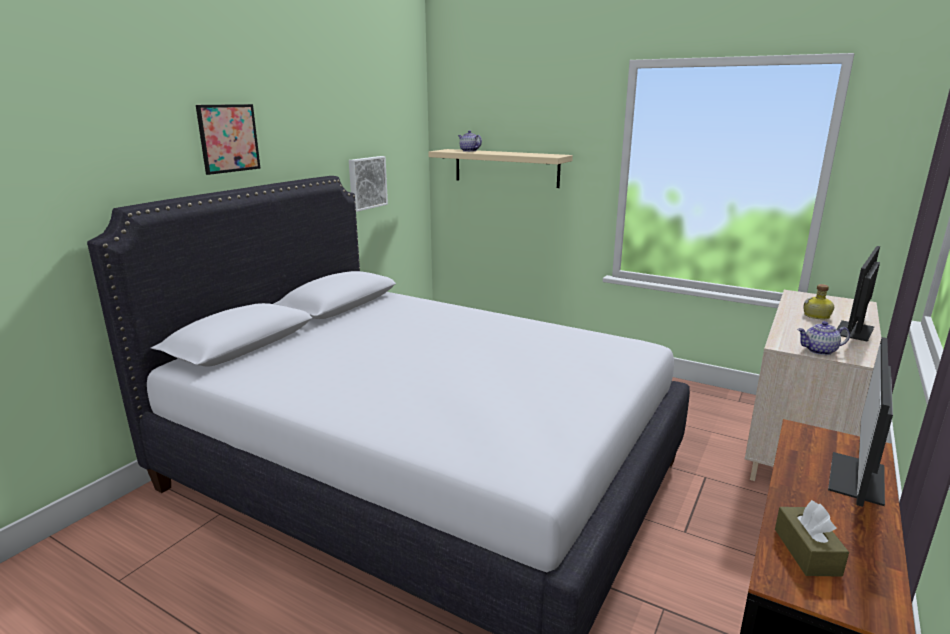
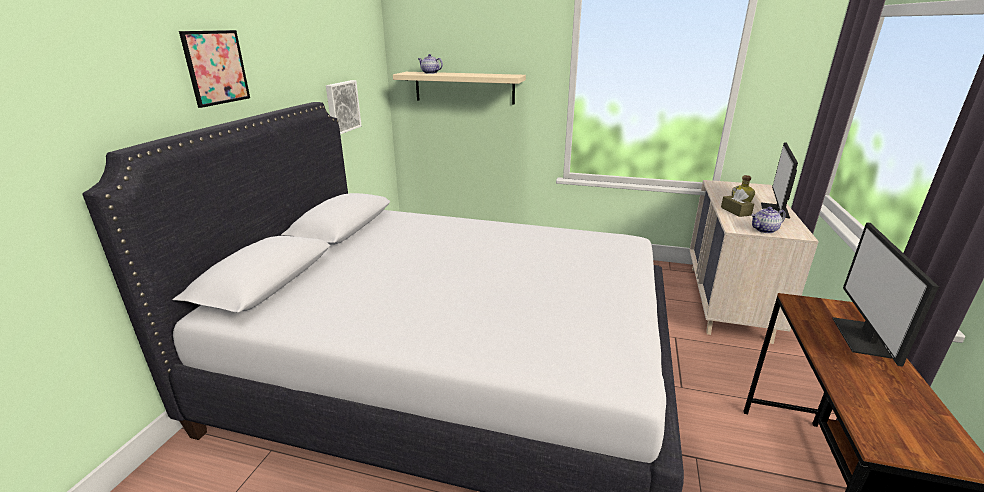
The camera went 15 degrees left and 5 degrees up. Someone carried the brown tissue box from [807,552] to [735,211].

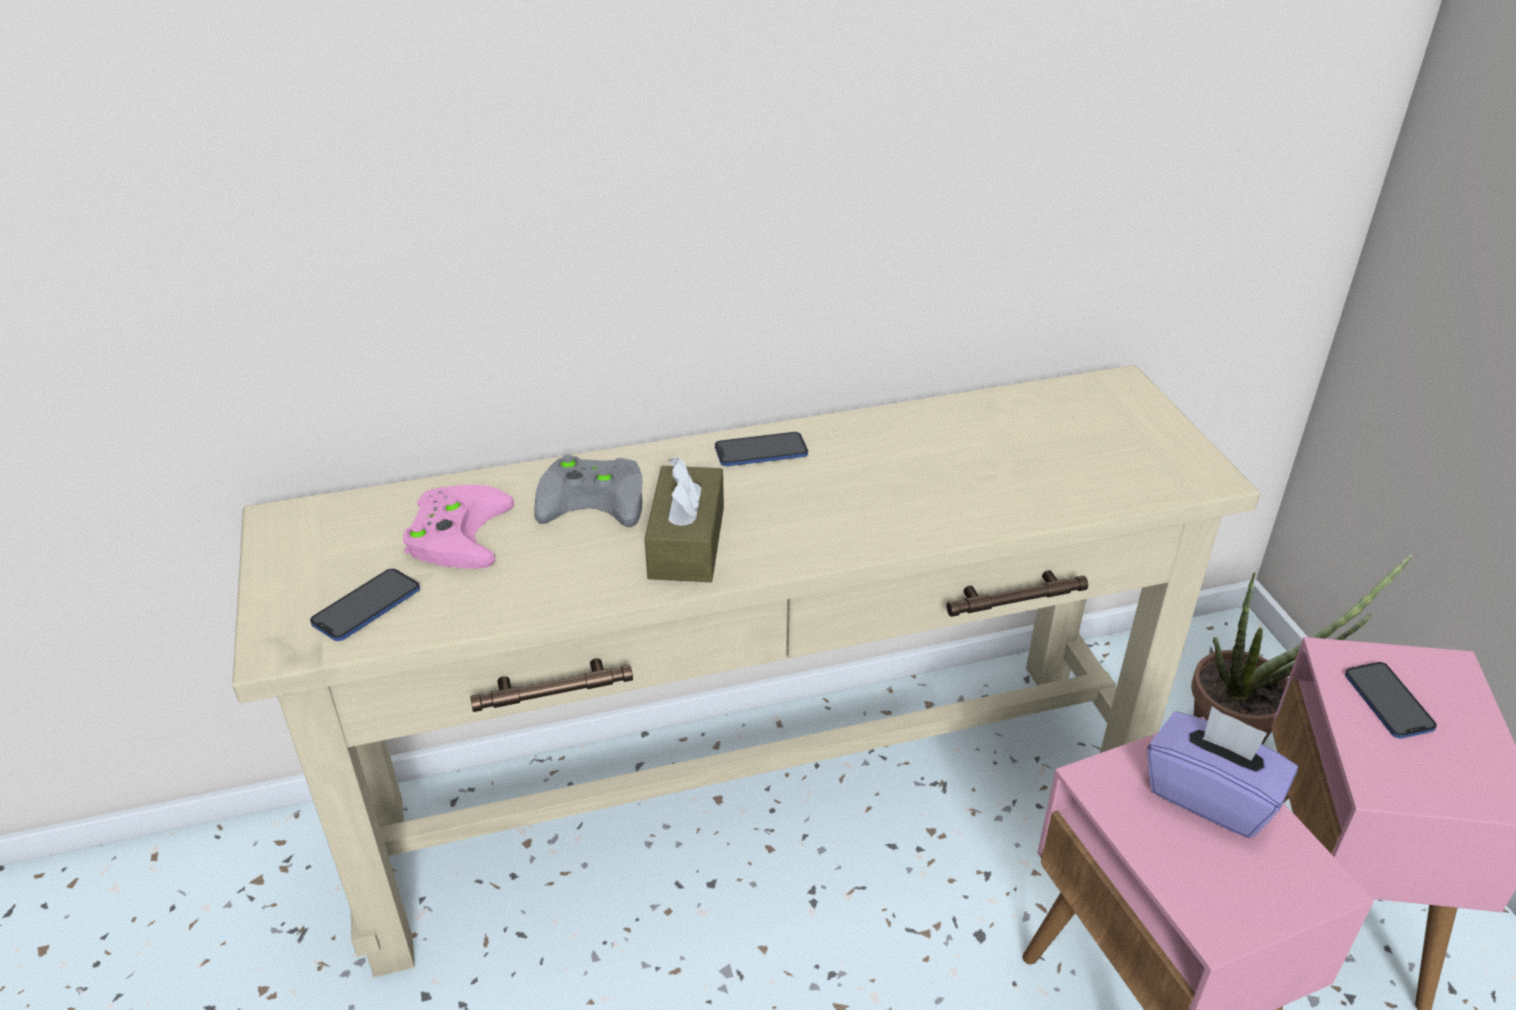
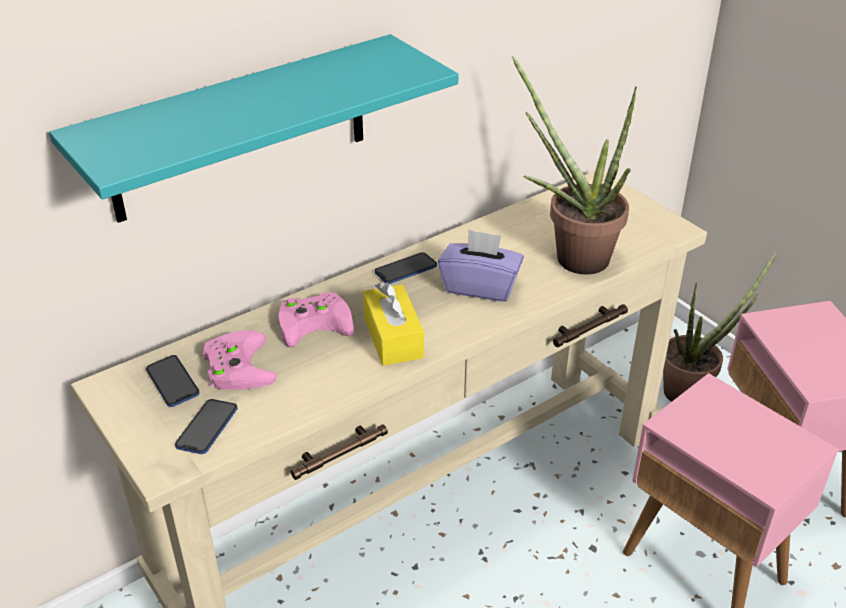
The camera went 20 degrees left and 0 degrees up. Someone put up the turquoise shelf at [240,129]. Someone carried the phone from [1388,702] to [172,382]. Someone repainted the grey game controller at [596,496], which became the pink game controller at [316,321]. Someone repainted the brown tissue box at [686,542], which became the yellow tissue box at [393,337]. Someone carried the purple tissue box from [1210,795] to [480,286]. Someone put down the potted plant at [571,255].

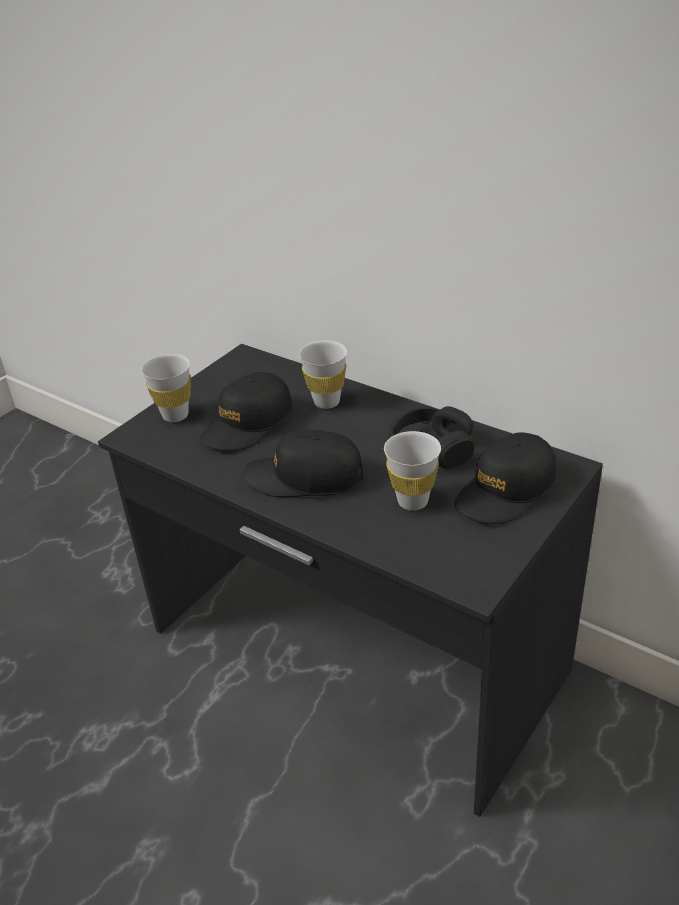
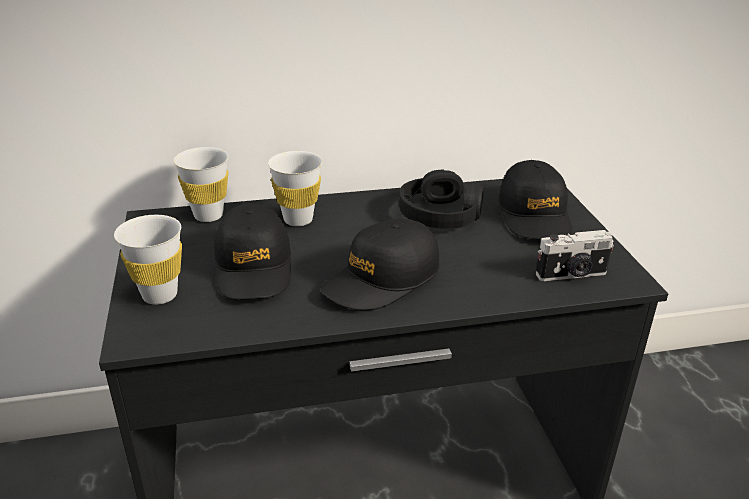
The camera went 50 degrees left and 5 degrees down. Someone carried the white cup from [413,501] to [208,215]. Someone put down the photo camera at [572,275].

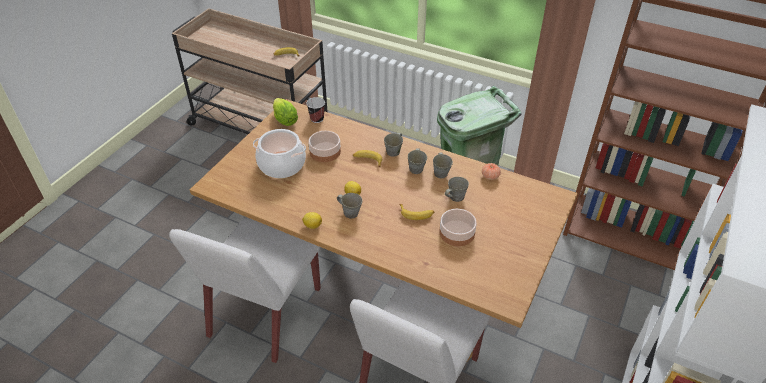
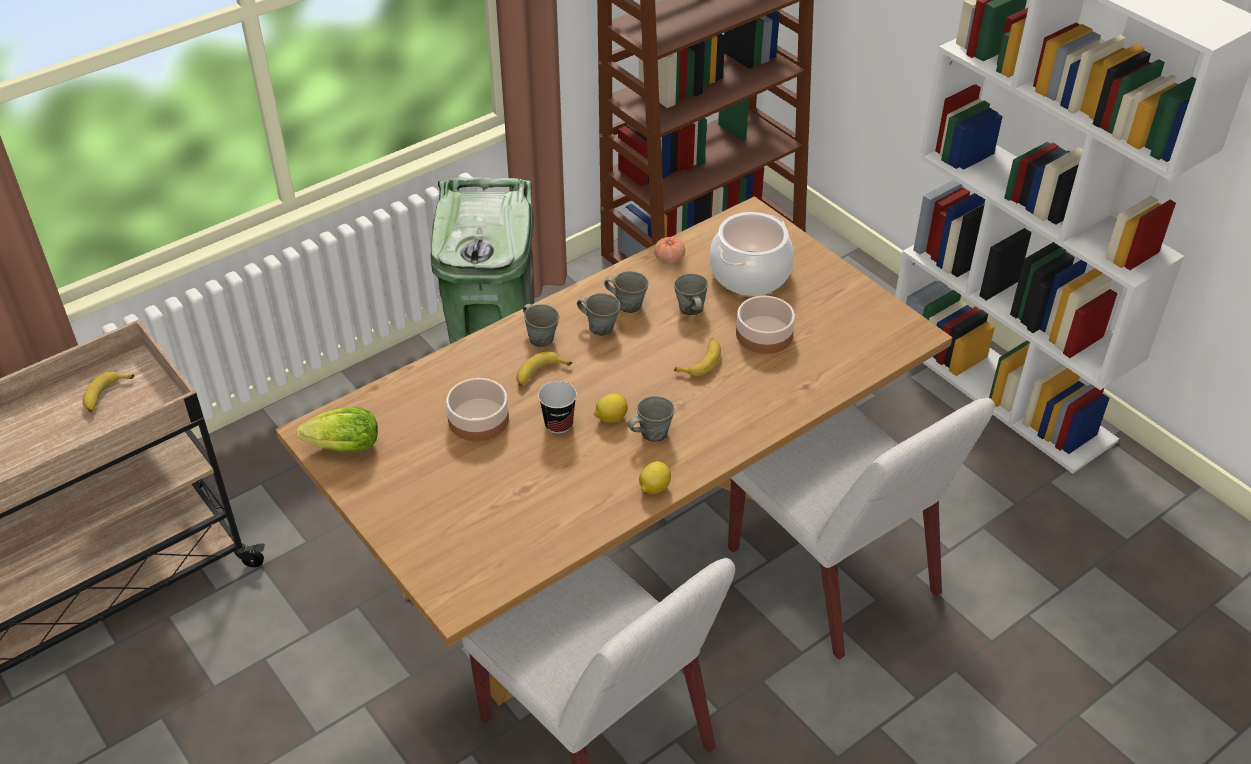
The camera went 65 degrees left and 0 degrees up. Someone carried the cup from [317,119] to [558,424]. Someone carried the cooking pot from [281,165] to [750,274].

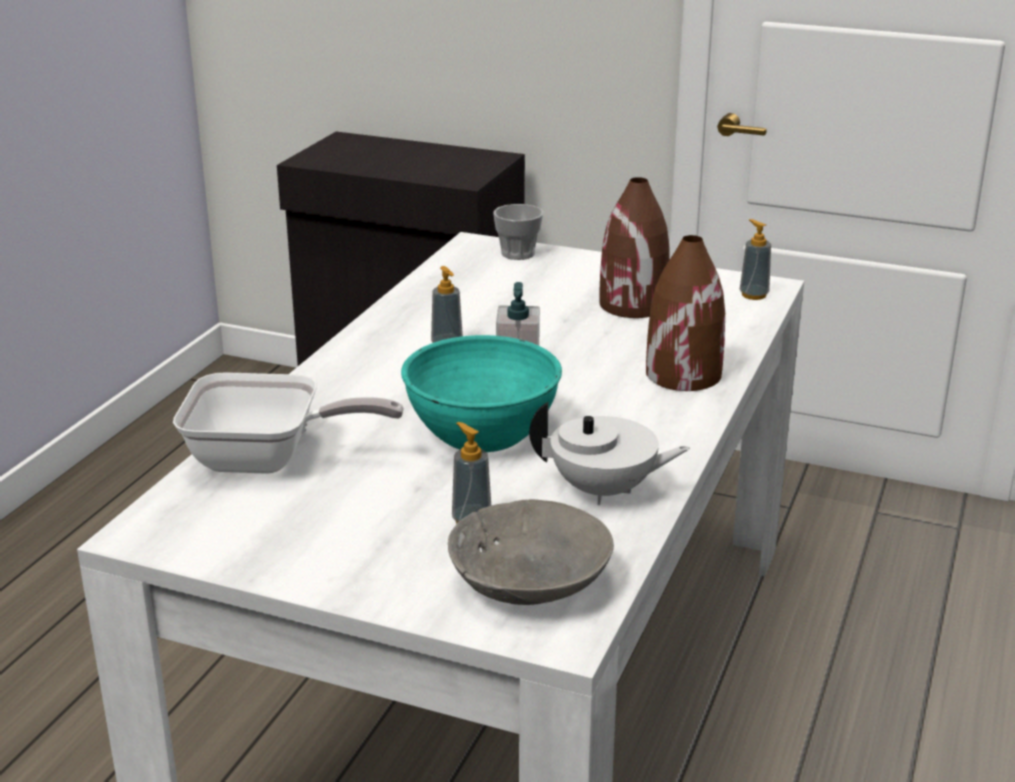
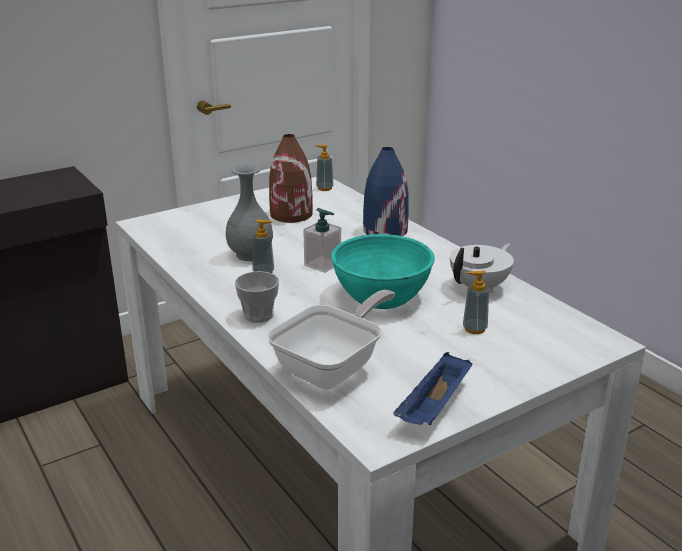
The camera went 55 degrees left and 0 degrees up. Someone put down the grey vase at [250,254]. Someone carried the cup from [518,253] to [258,315]. Someone repainted the brown vase at [683,374], which became the blue vase at [384,230]. Someone put down the blue tray at [434,407]. Someone took away the grey bowl at [531,582].

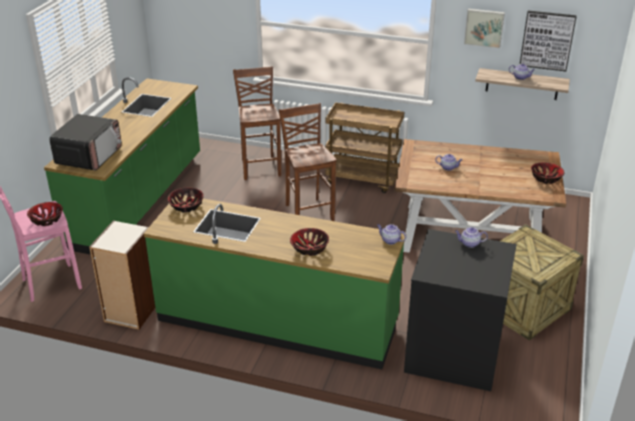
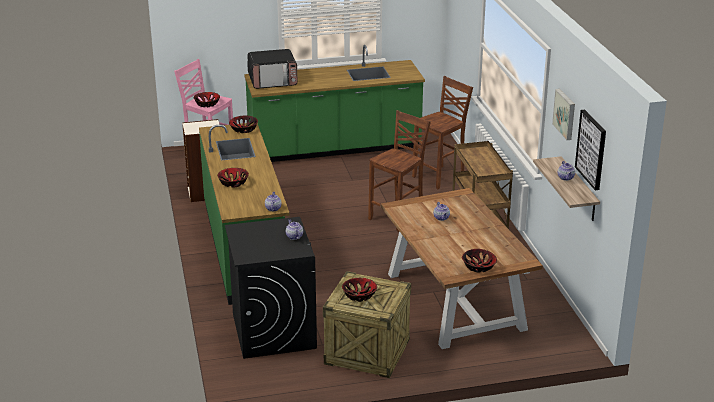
The camera went 60 degrees right and 5 degrees down. Someone put down the bowl at [359,295].

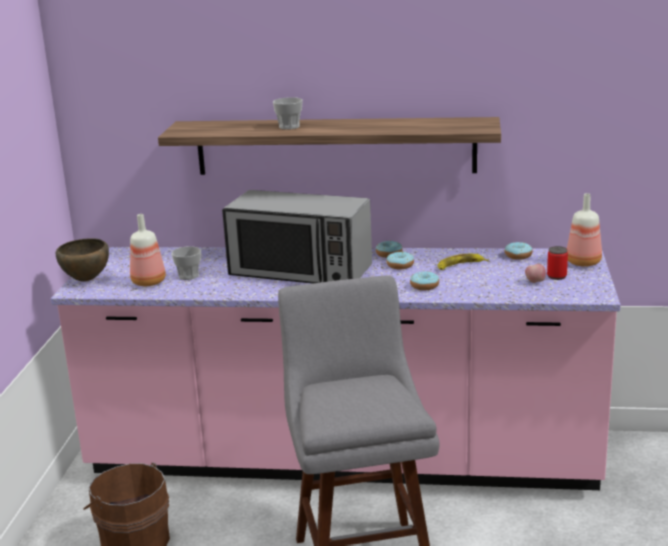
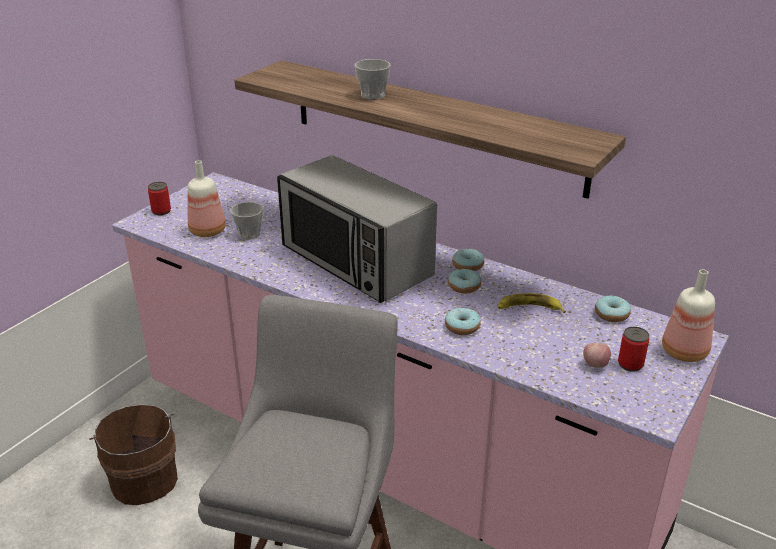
The camera went 25 degrees right and 10 degrees up. Someone swapped the brown bowl at [86,280] for the can at [161,211].

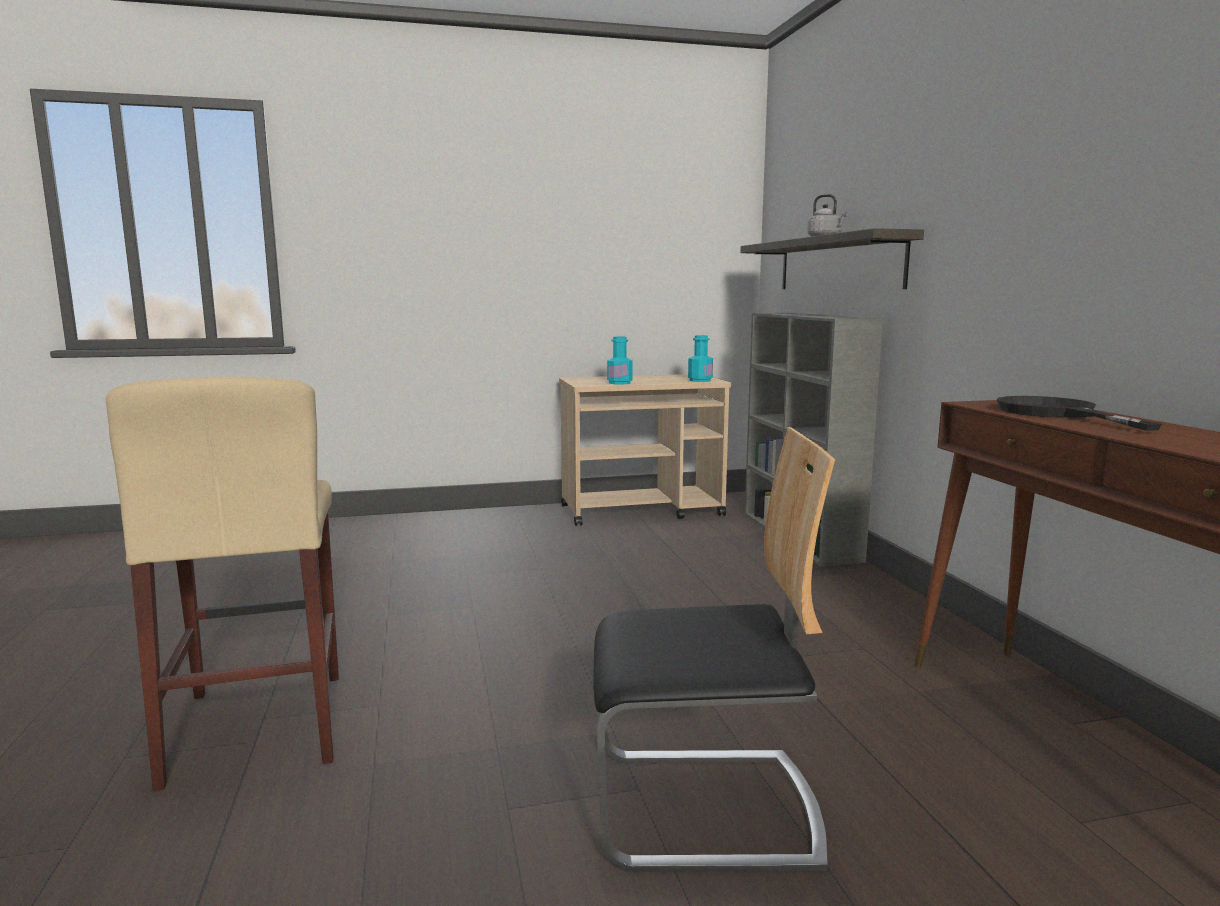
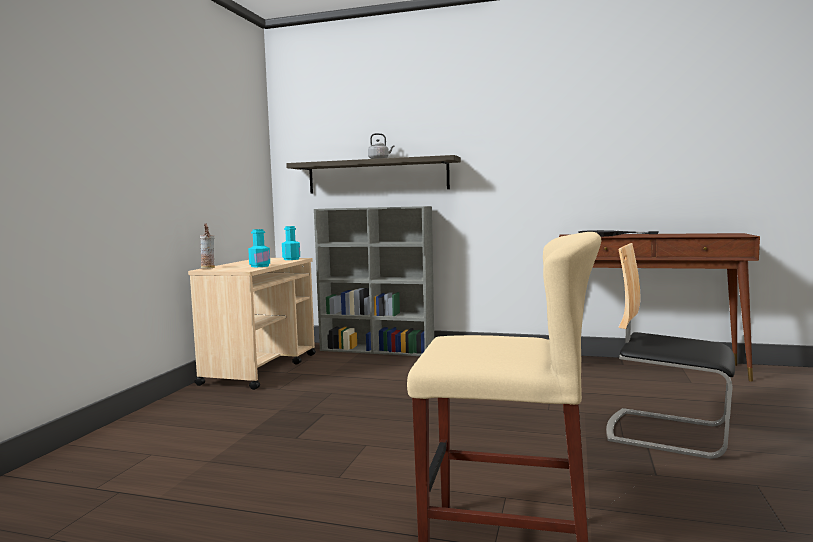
The camera went 60 degrees left and 5 degrees down. Someone put down the vase at [208,268]. Someone rotated the chair at [704,808] by 90 degrees counterclockwise.

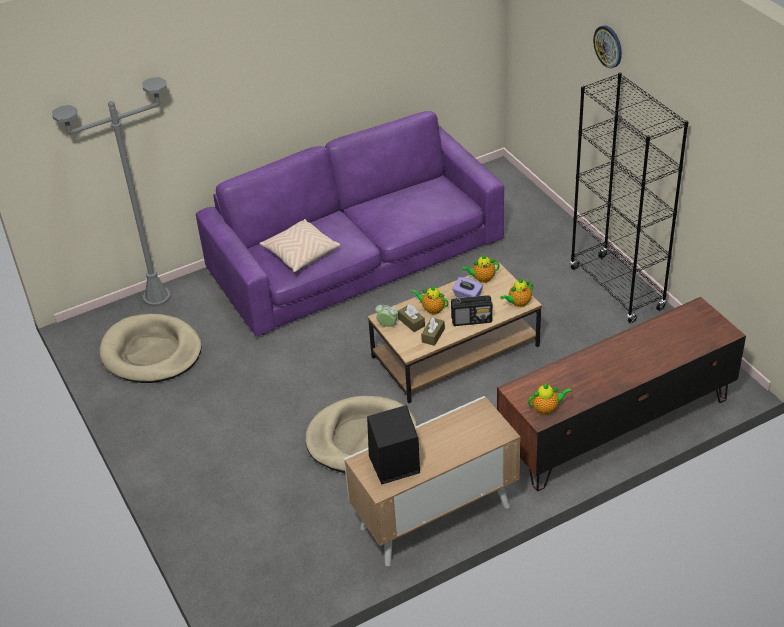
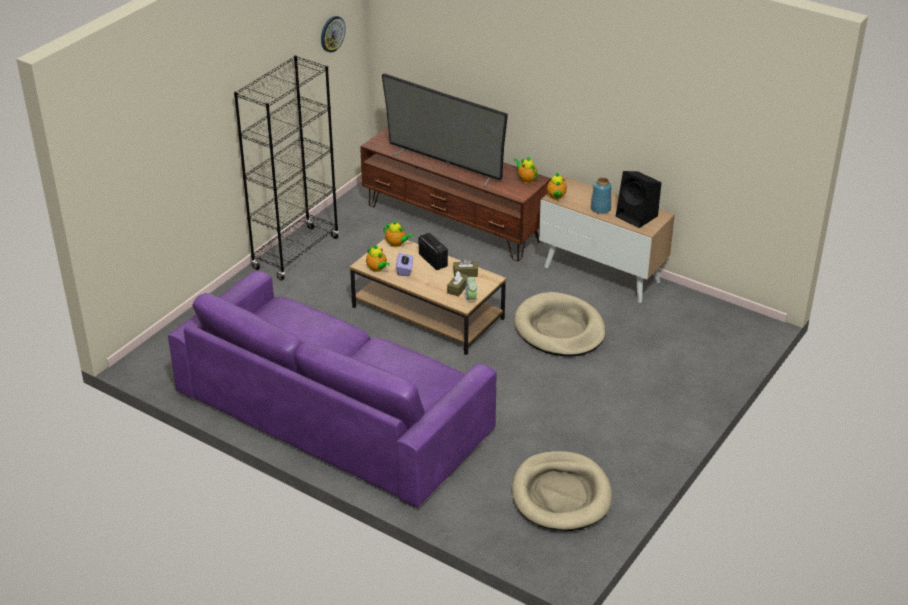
The camera went 120 degrees left and 5 degrees down. Someone carried the wall clock from [608,46] to [332,33]. Someone put down the television at [445,165]. Someone carried the teapot from [432,309] to [556,197]. Someone put down the blue vase at [600,208]. Someone took away the grey floor lamp at [156,297]. Someone took away the beige pillow at [300,253].

